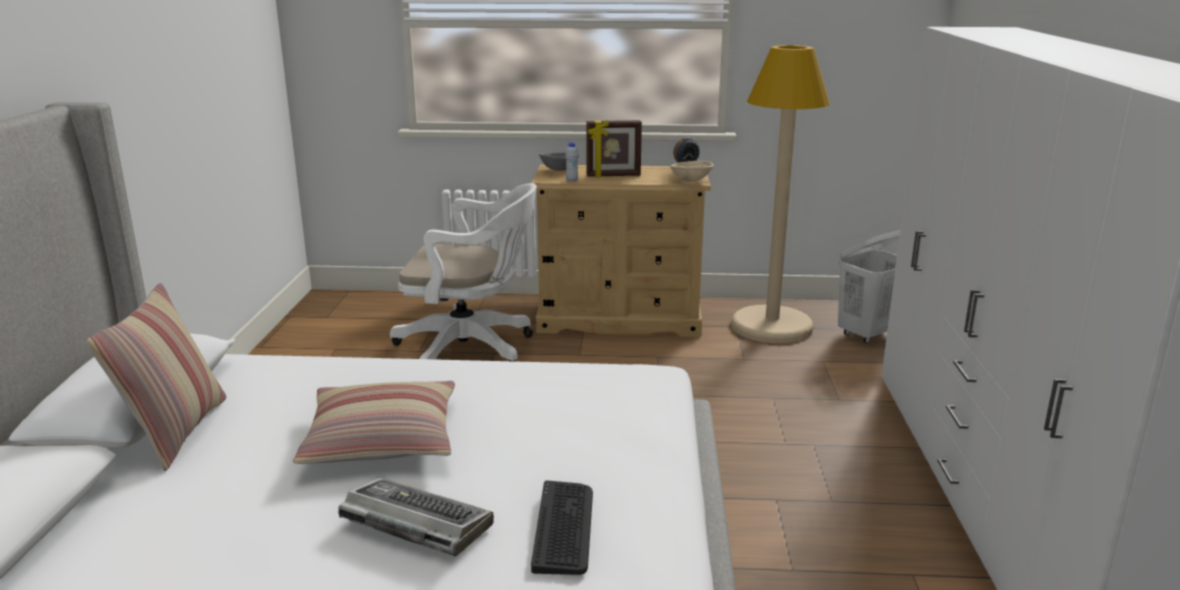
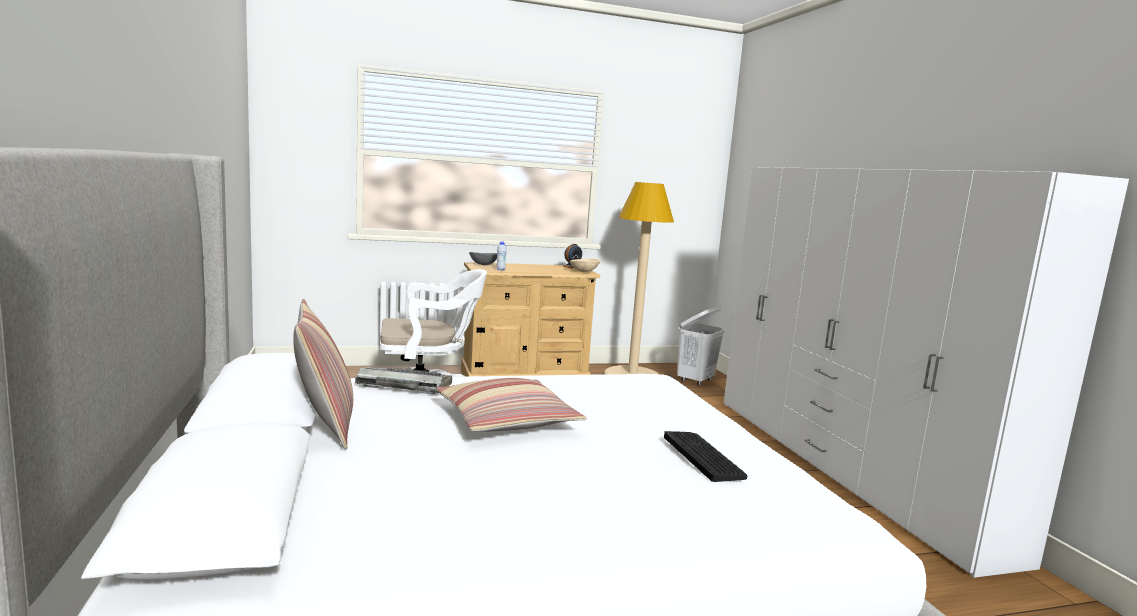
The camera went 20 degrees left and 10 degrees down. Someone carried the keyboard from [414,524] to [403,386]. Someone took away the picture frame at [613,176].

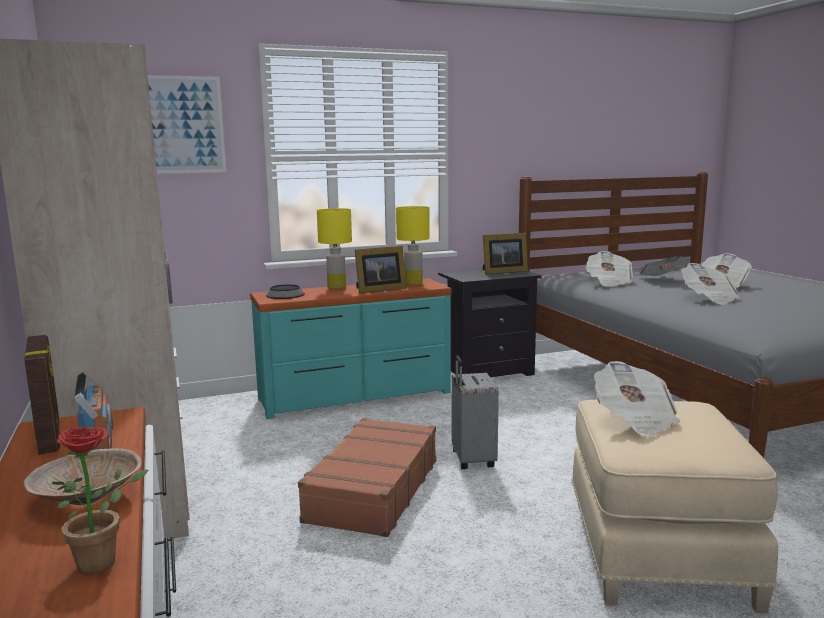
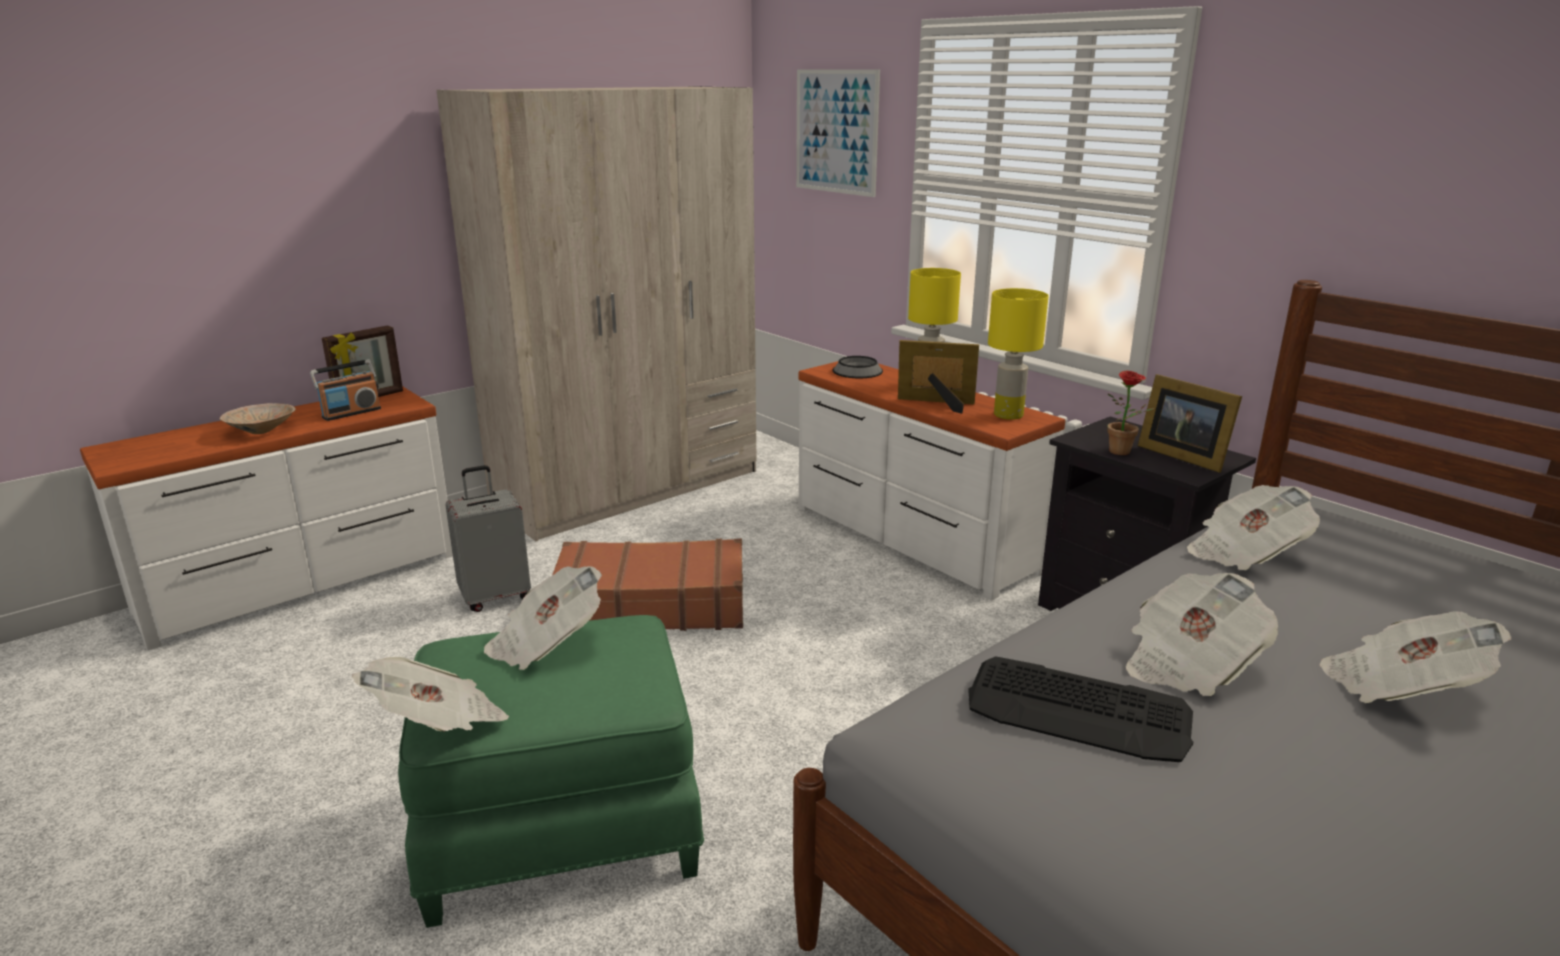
The camera went 70 degrees right and 10 degrees up. Someone carried the newspaper from [663,280] to [439,724]. Someone repainted the beige ottoman at [655,551], which became the green ottoman at [561,825]. Someone carried the grey suitcase from [471,460] to [496,597]. Someone repainted the turquoise dresser at [355,396], which became the white dresser at [911,539]. Someone rotated the picture frame at [378,290] by 150 degrees clockwise. Someone put down the keyboard at [1078,711]. Someone carried the potted plant from [105,561] to [1124,452].

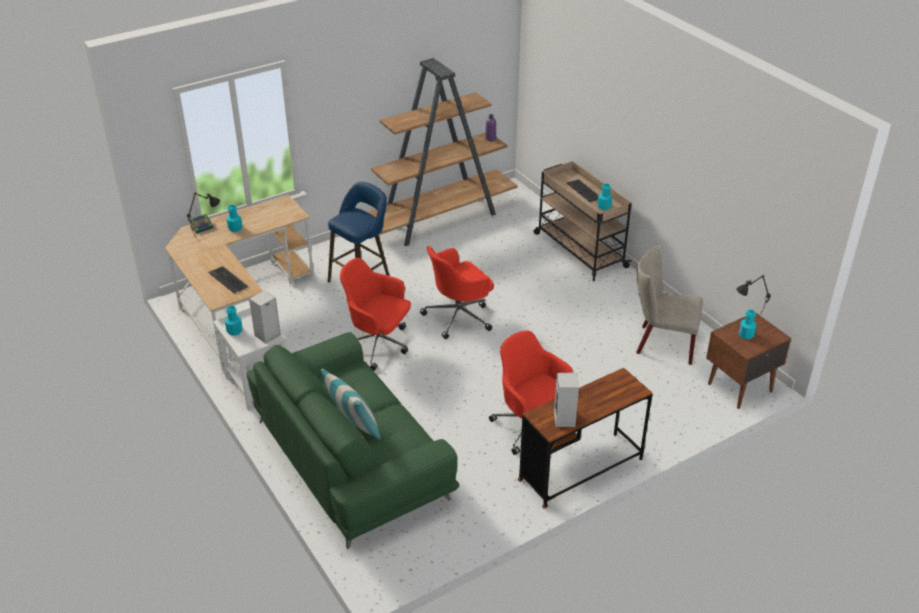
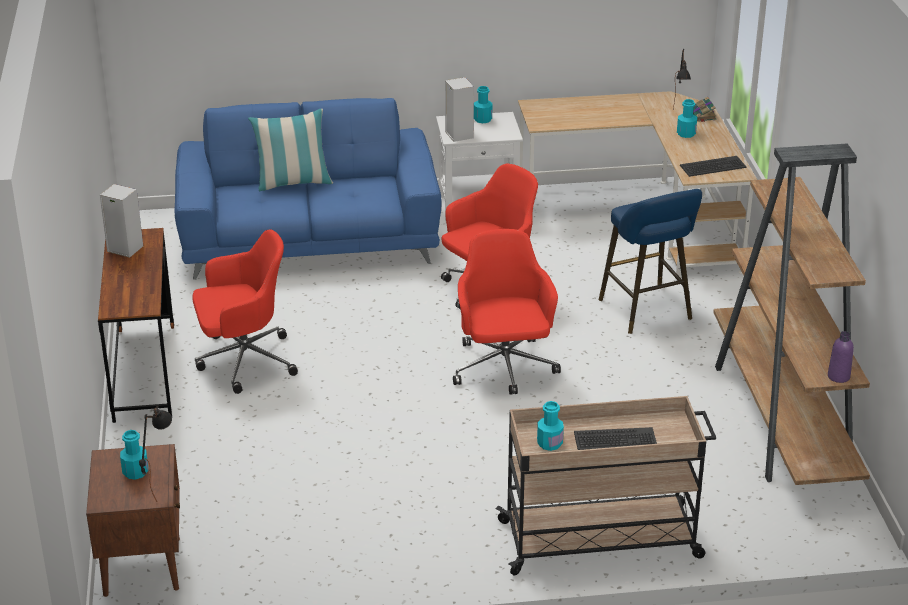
The camera went 115 degrees right and 5 degrees down. Someone repainted the green sofa at [351,458], which became the blue sofa at [309,237]. Someone carried the keyboard from [228,280] to [713,167]. Someone took away the beige chair at [661,343].

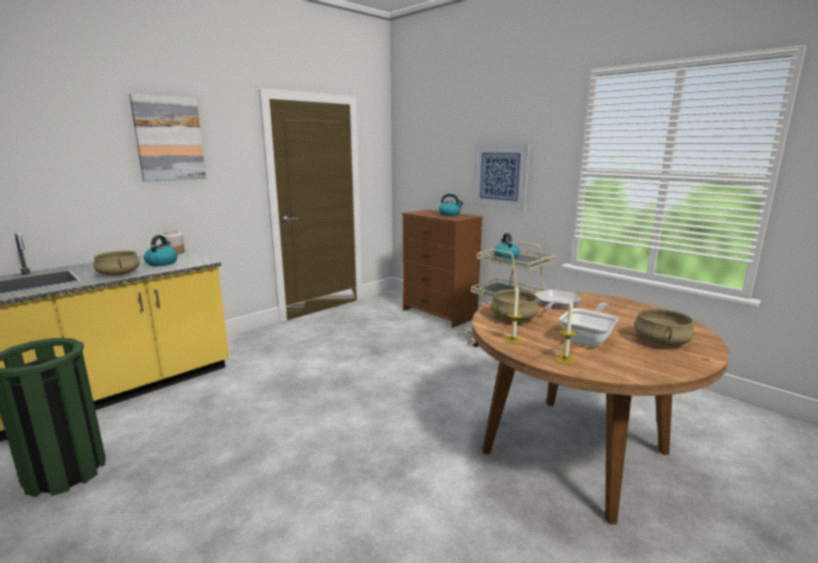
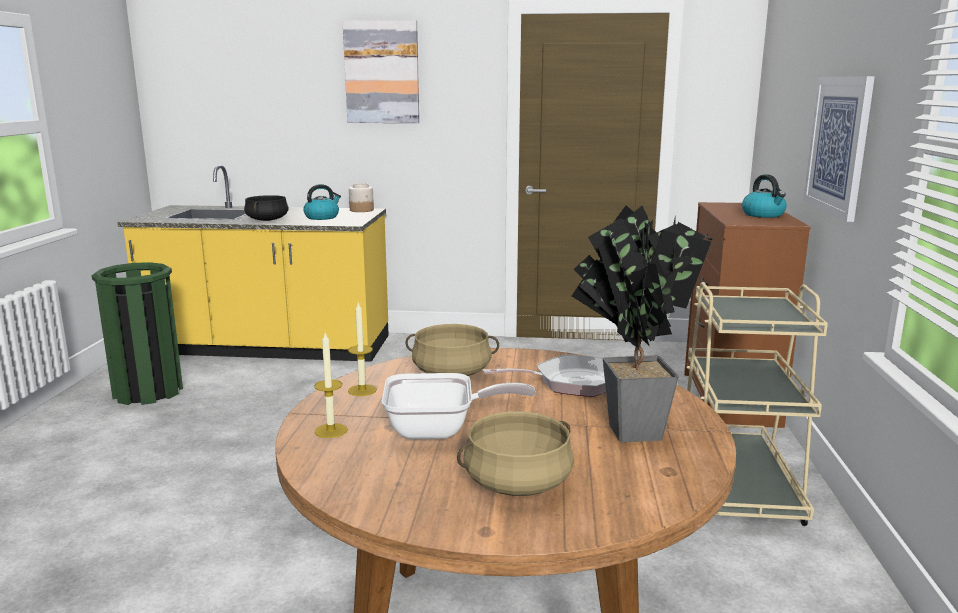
The camera went 50 degrees right and 0 degrees up. Someone repainted the beige cooking pot at [118,274], which became the black cooking pot at [267,220]. Someone put down the potted plant at [625,430]. Someone took away the kettle at [505,257].

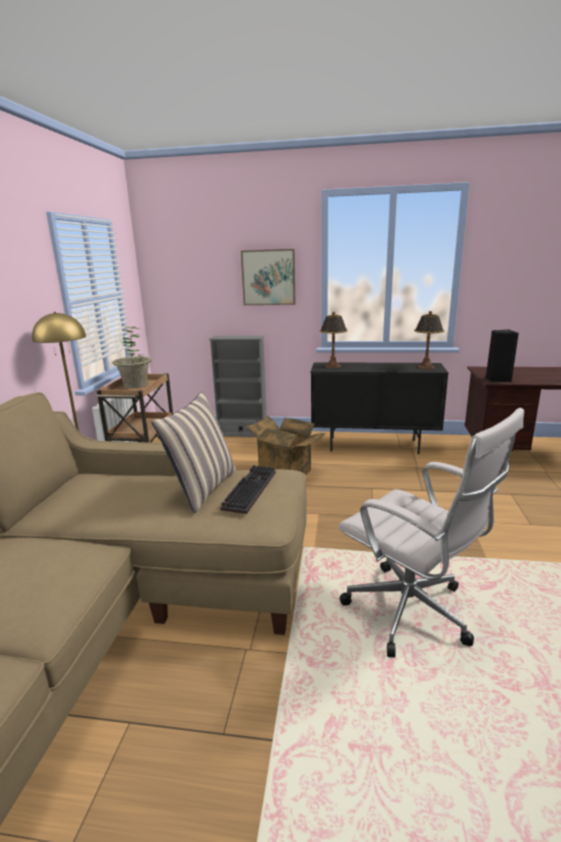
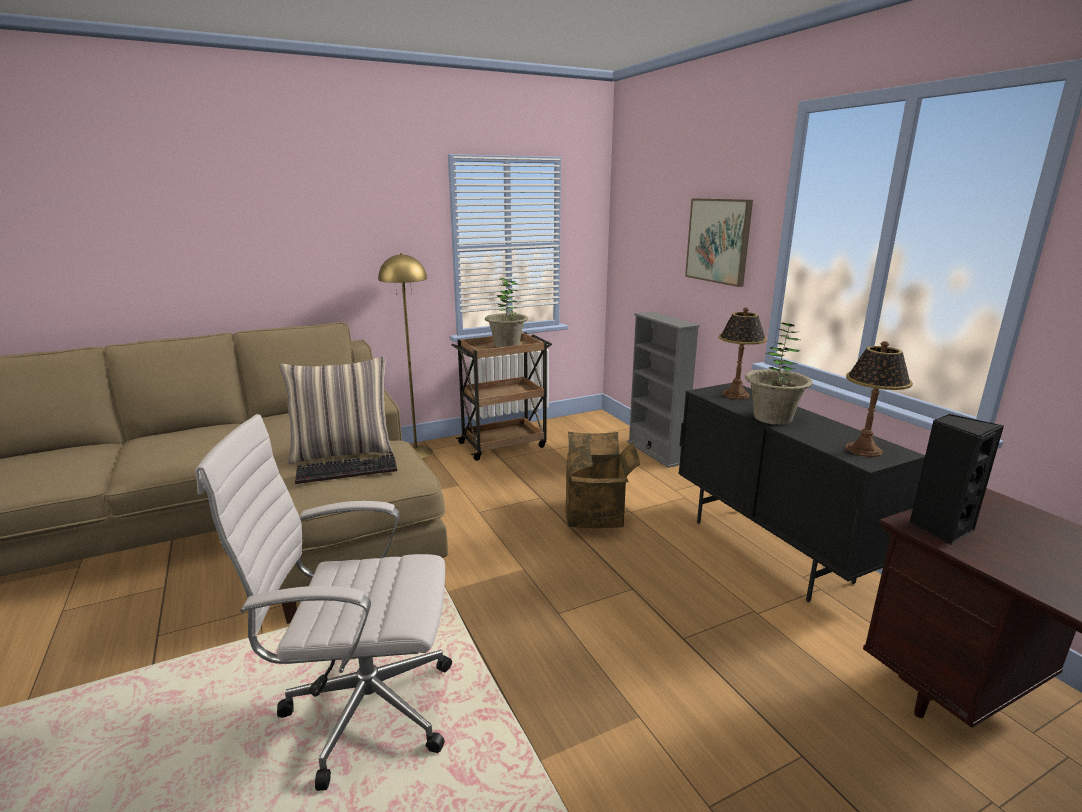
The camera went 55 degrees right and 0 degrees up. Someone rotated the white office chair at [413,614] by 75 degrees clockwise. Someone put down the potted plant at [772,418].

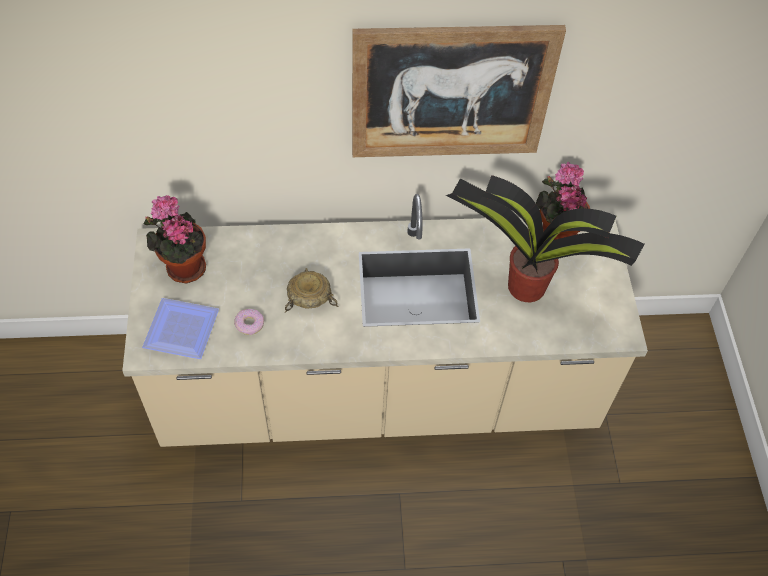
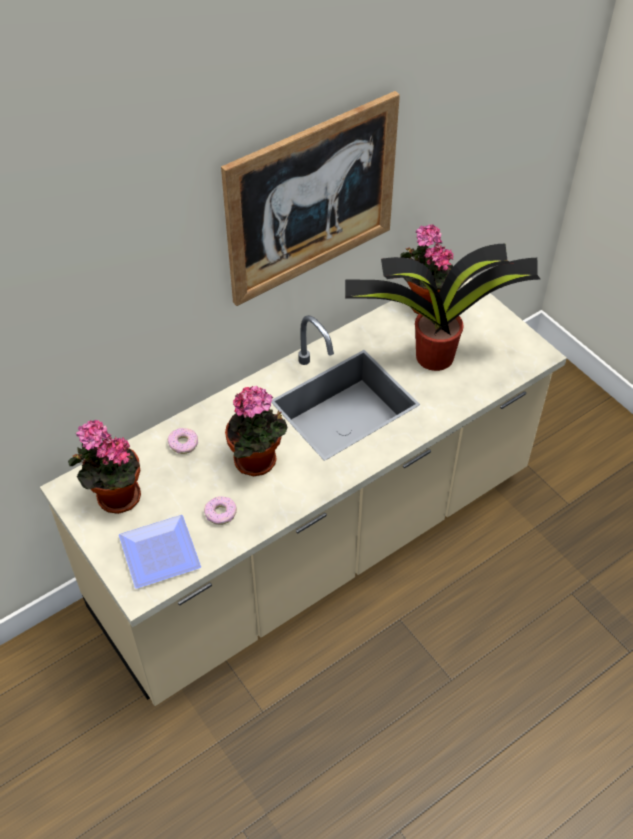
The camera went 30 degrees left and 5 degrees down. Someone put down the donut at [183,443]. Someone swapped the beige bowl at [310,299] for the potted plant at [258,462].

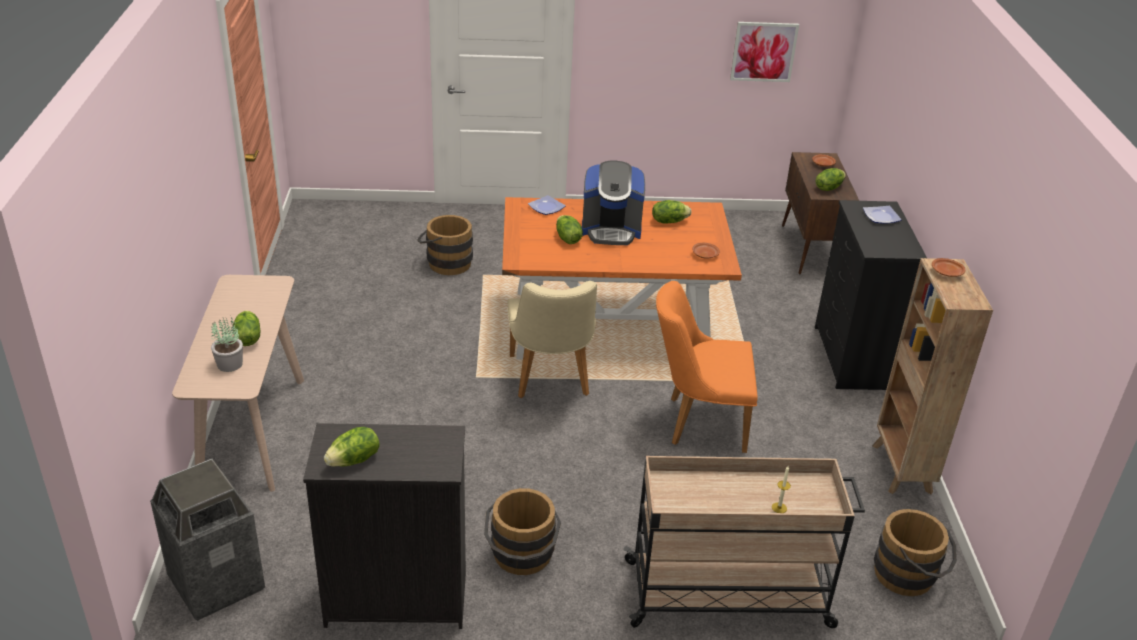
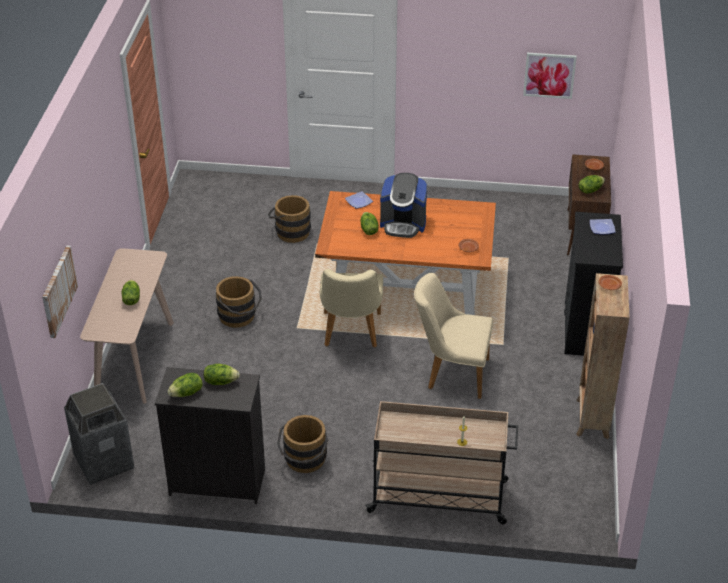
The camera went 10 degrees right and 5 degrees up. Someone put up the picture at [58,291]. Someone carried the lettuce from [669,221] to [220,381]. Someone carried the brown bucket from [909,576] to [239,317]. Someone repainted the orange chair at [698,422], which became the beige chair at [451,373]. Someone took away the potted plant at [230,364].

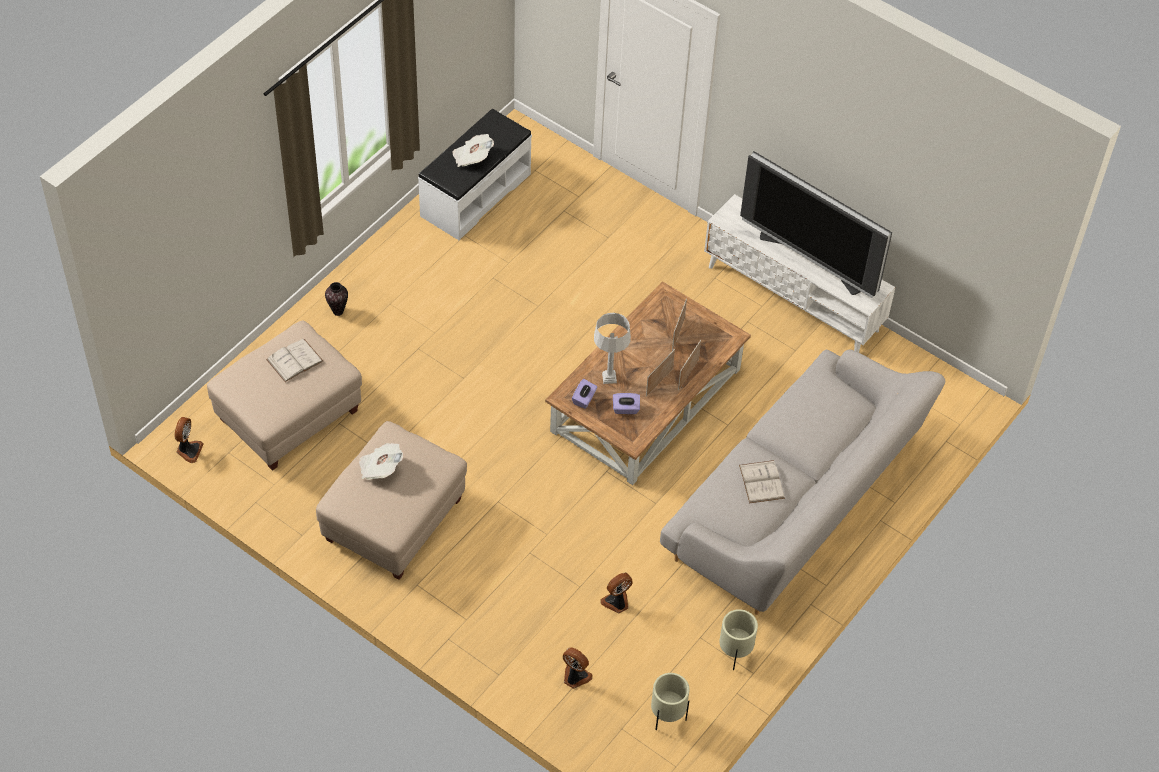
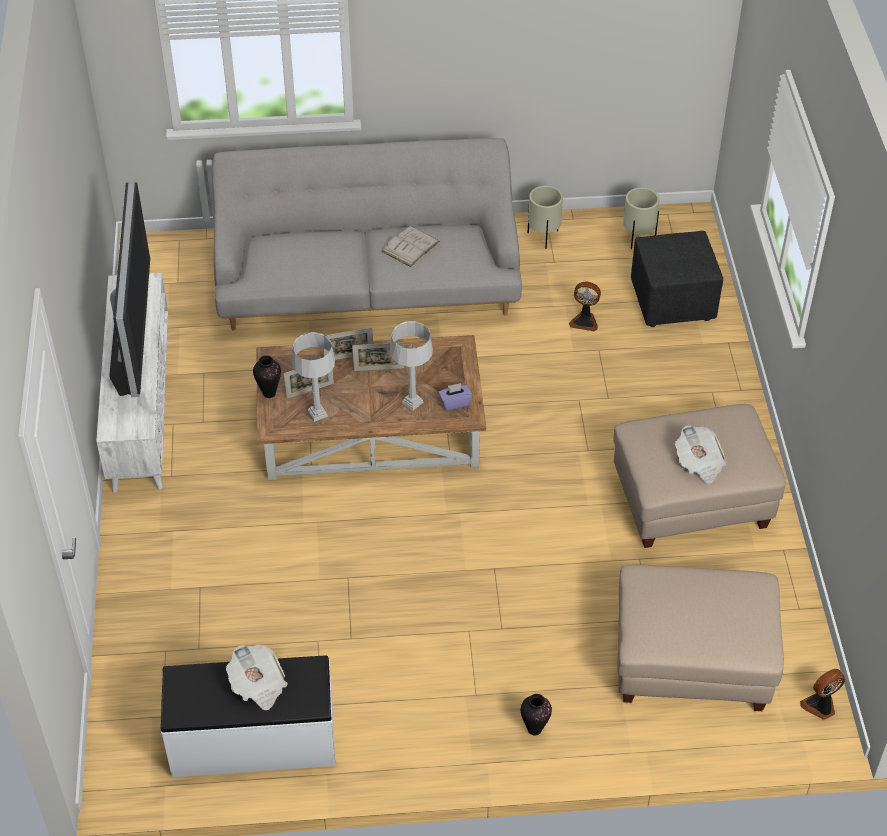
The camera went 130 degrees left and 5 degrees down. Someone put down the vase at [269,393]. Someone put down the grey table lamp at [317,414]. Someone swapped the fan at [575,677] for the black ottoman at [673,302]. Someone took away the white book at [294,360]. Someone took away the purple tissue box at [625,409].

